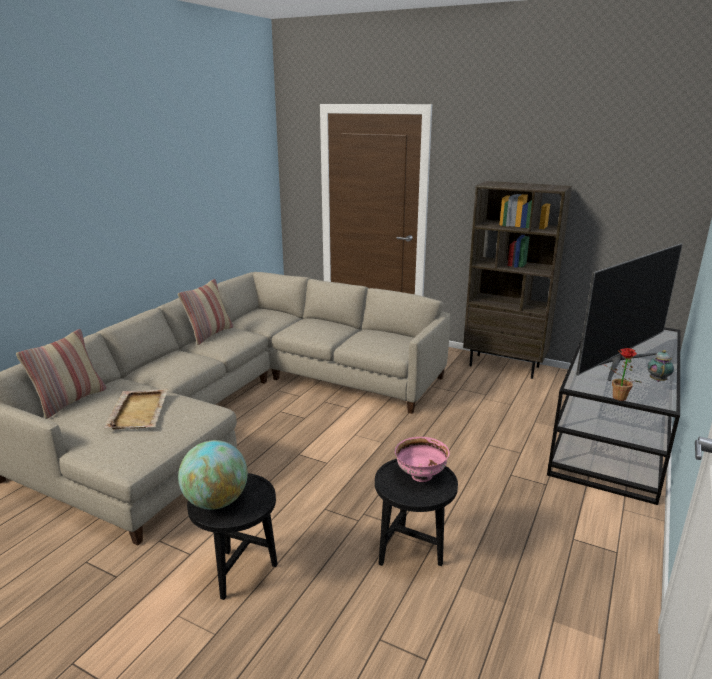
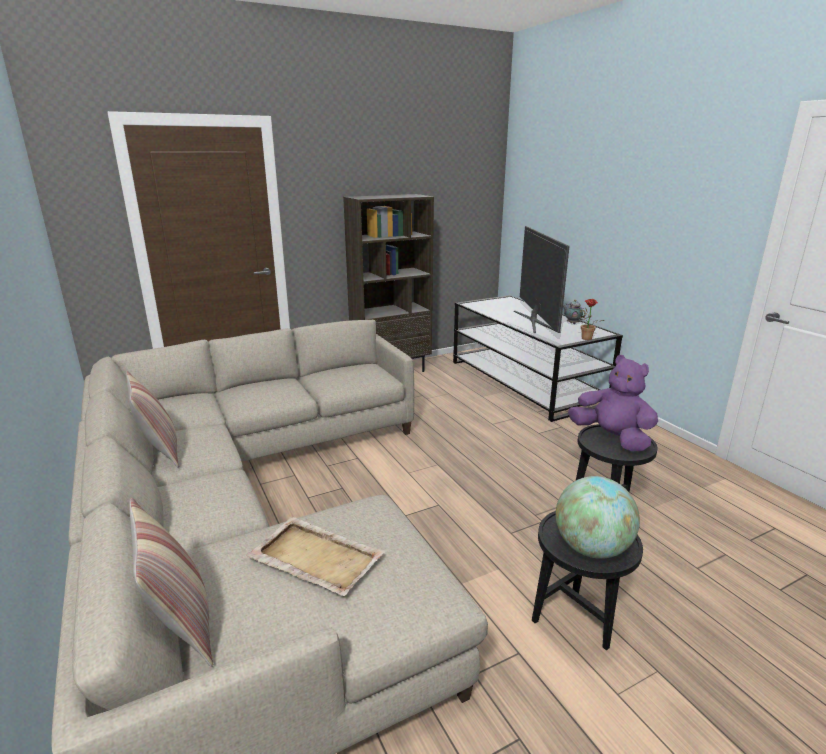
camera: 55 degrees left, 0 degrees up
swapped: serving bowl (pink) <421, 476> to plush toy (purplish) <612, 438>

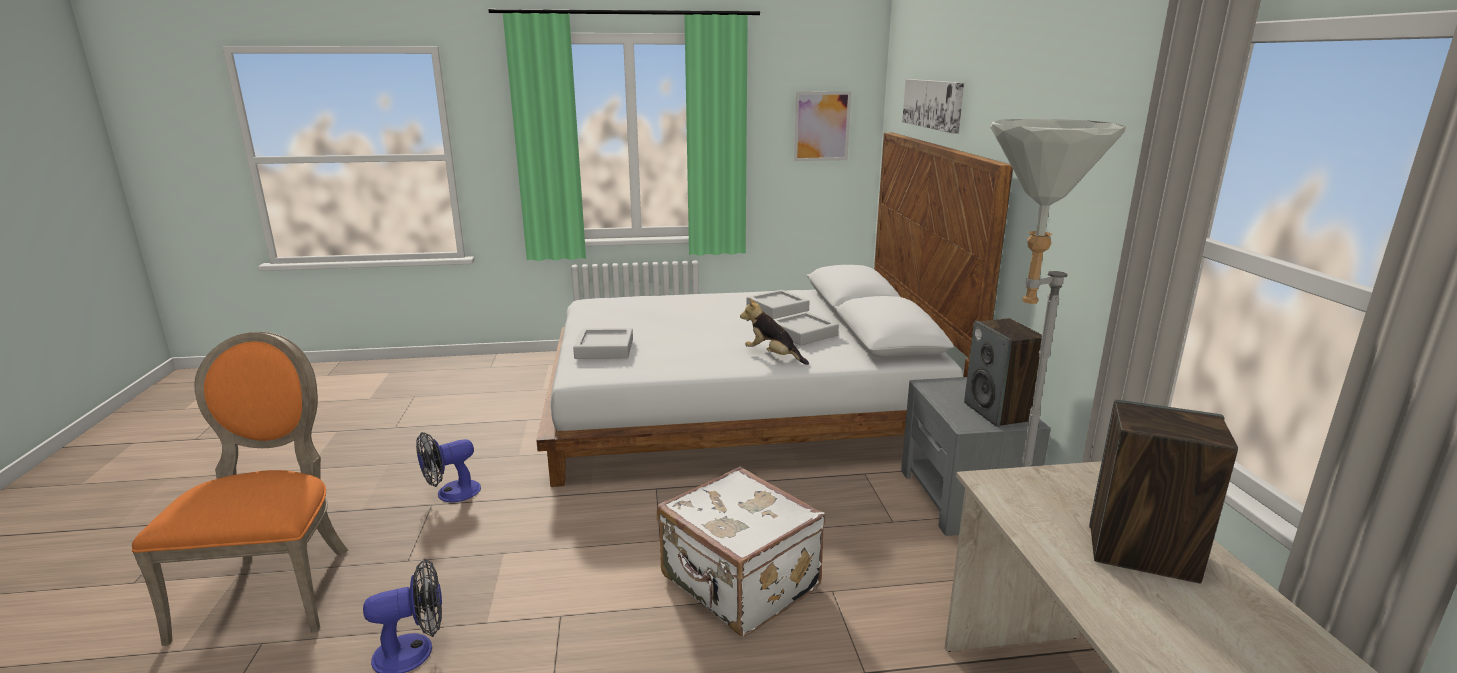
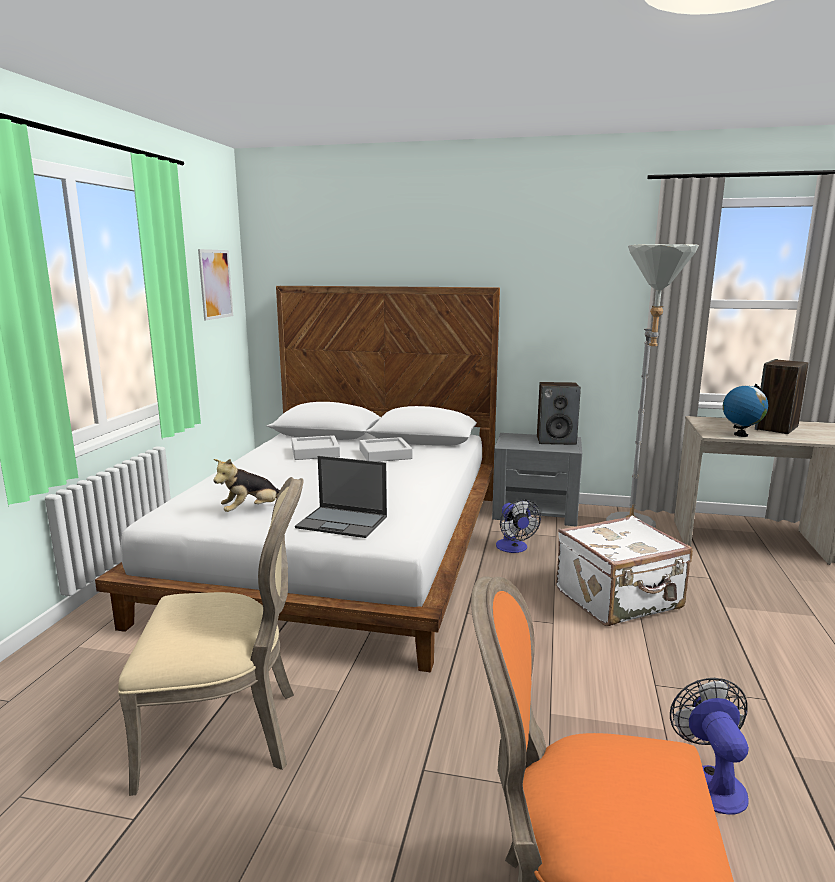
camera: 70 degrees left, 5 degrees down
gone: picture <933, 104>
new: chair (sand-coloured) <228, 732>; globe <740, 435>
shifted: cooling fan <451, 494> to <514, 548>; plush toy <772, 356> to <252, 511>
swapped: tray (grey) <604, 349> to laptop <343, 522>

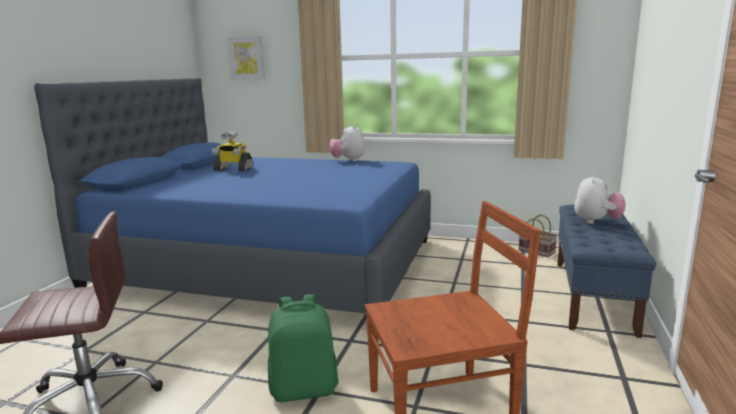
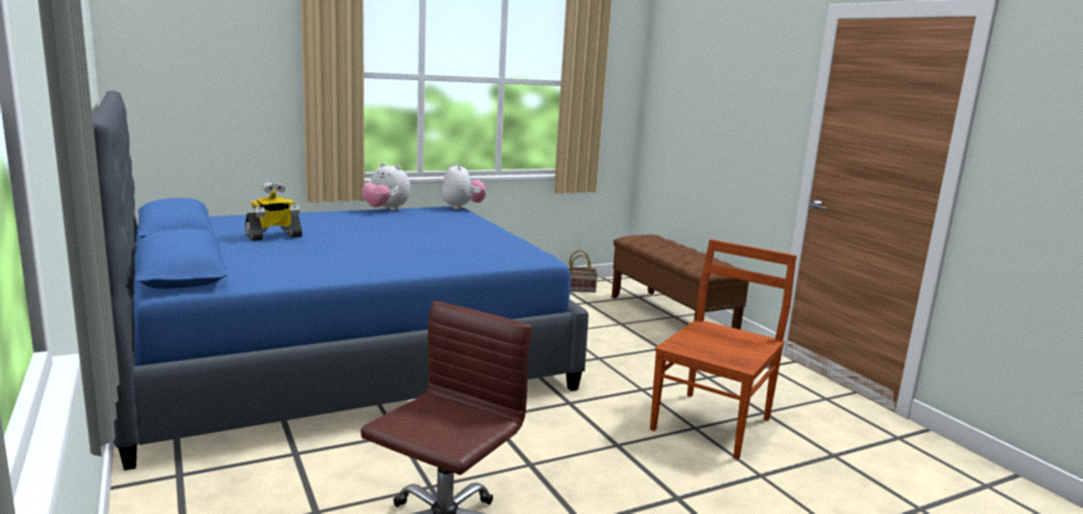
camera: 45 degrees left, 0 degrees up
gone: picture <247, 58>; backpack (greenish) <304, 389>
shifted: plush toy <596, 222> to <462, 207>
repainted: bench (bluish) <593, 295> to bench (brown) <671, 316>

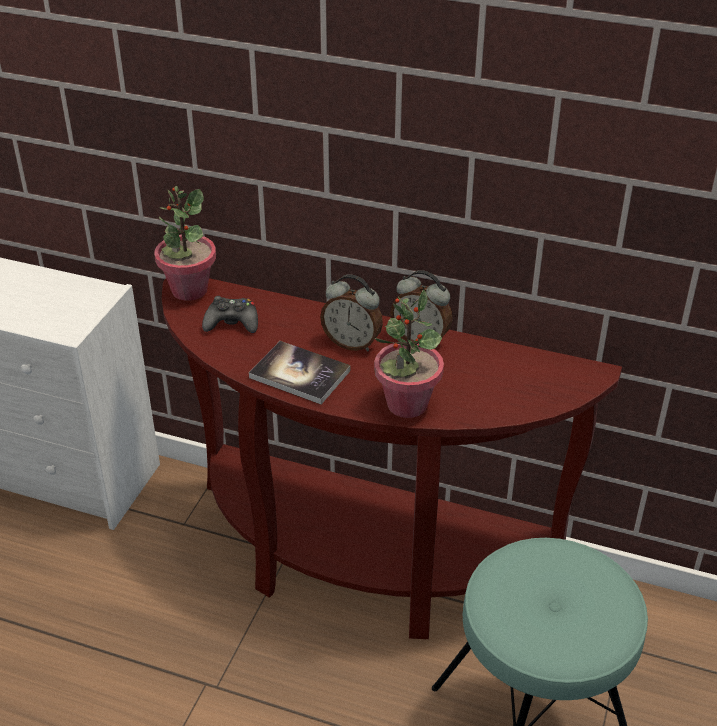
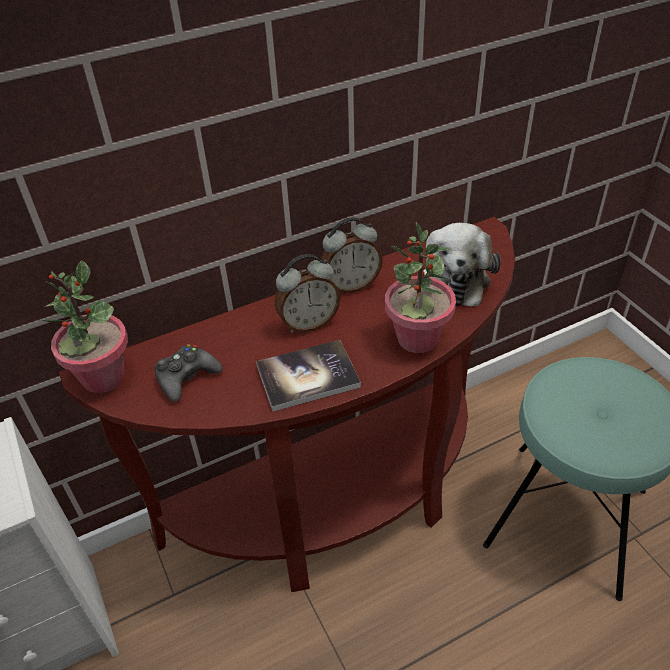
camera: 45 degrees left, 5 degrees up
new: plush toy <453, 278>

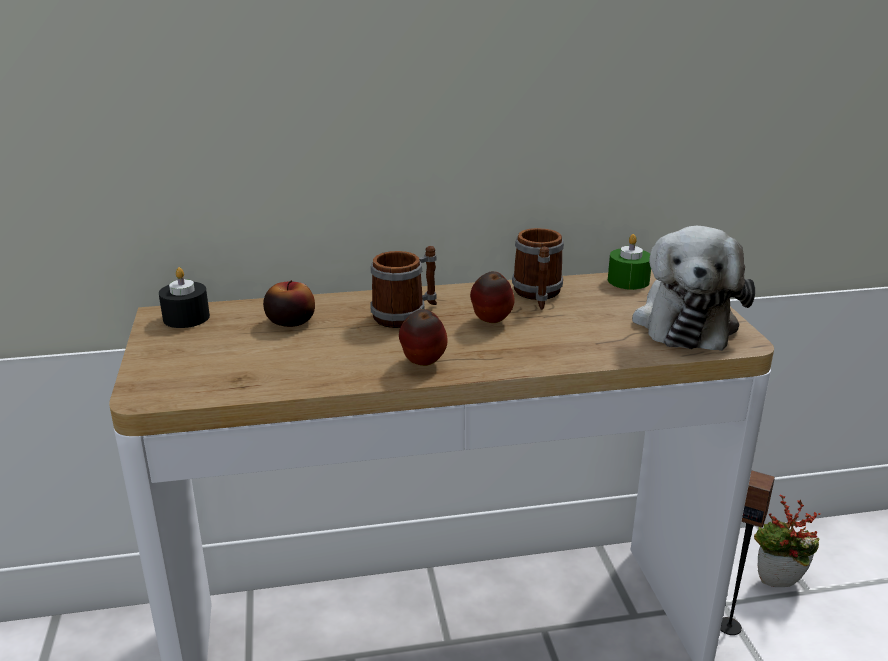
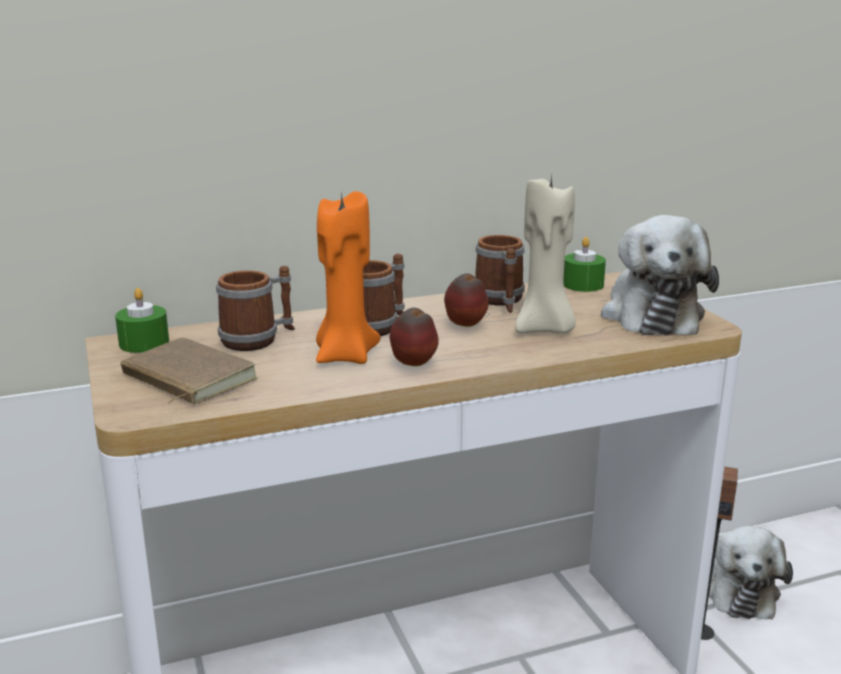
camera: 10 degrees left, 5 degrees down
new: bound book (brown) <185, 379>; wax candle (orange) <345, 356>; wax candle (sand-coloured) <545, 329>
swapped: whole apple <290, 321> to coffee mug <259, 339>; houseplant <777, 585> to plush toy <737, 589>
repainted: wax candle (black) <186, 317> to wax candle (greenish) <144, 343>

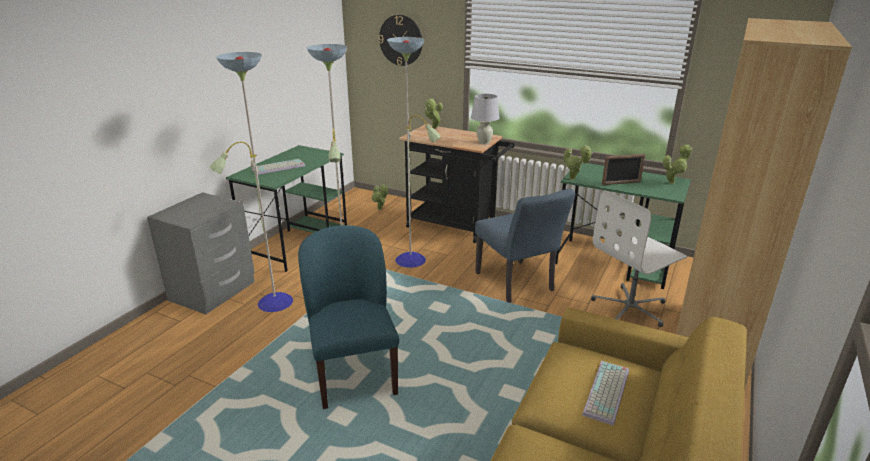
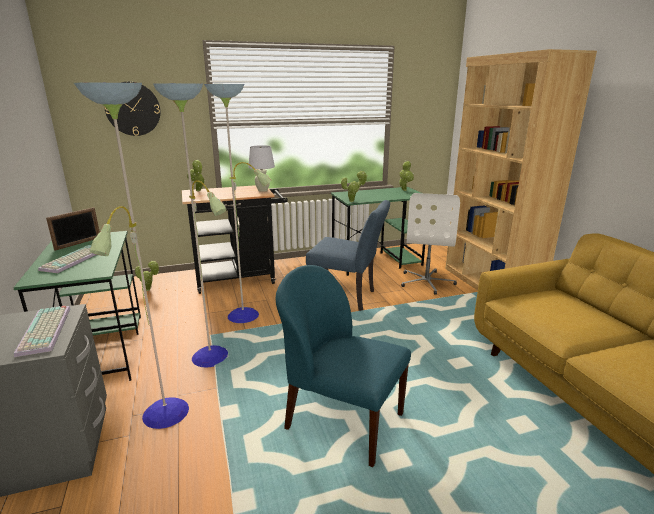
camera: 45 degrees left, 5 degrees down
shifted: PC keyboard <608, 393> to <46, 331>; photo frame <621, 183> to <78, 243>

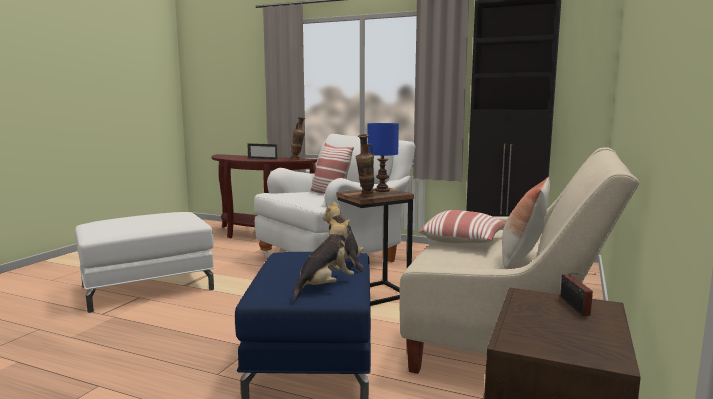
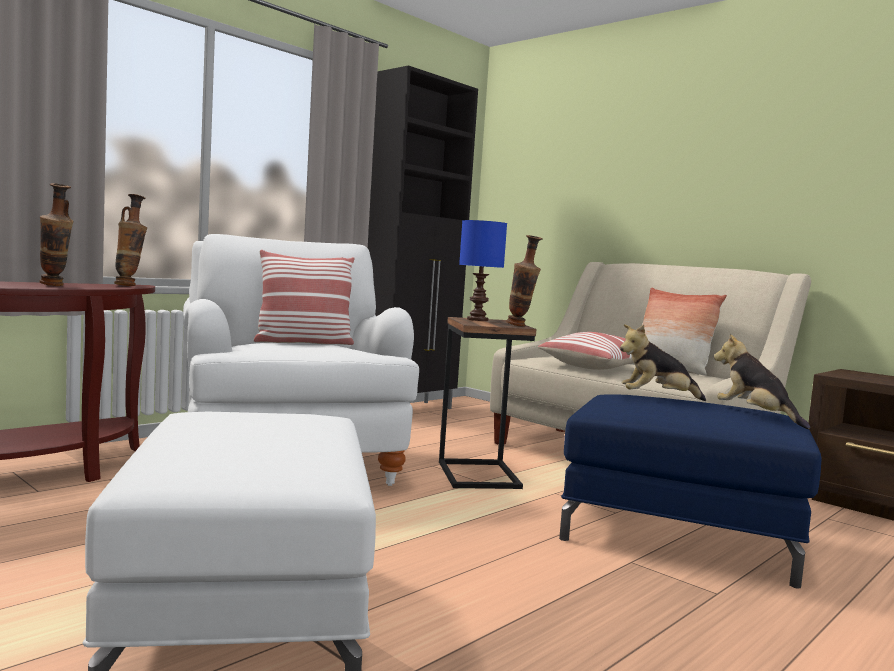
camera: 70 degrees left, 5 degrees down
gone: radio set <575, 307>
swapped: photo frame <262, 159> to flower vase <54, 285>

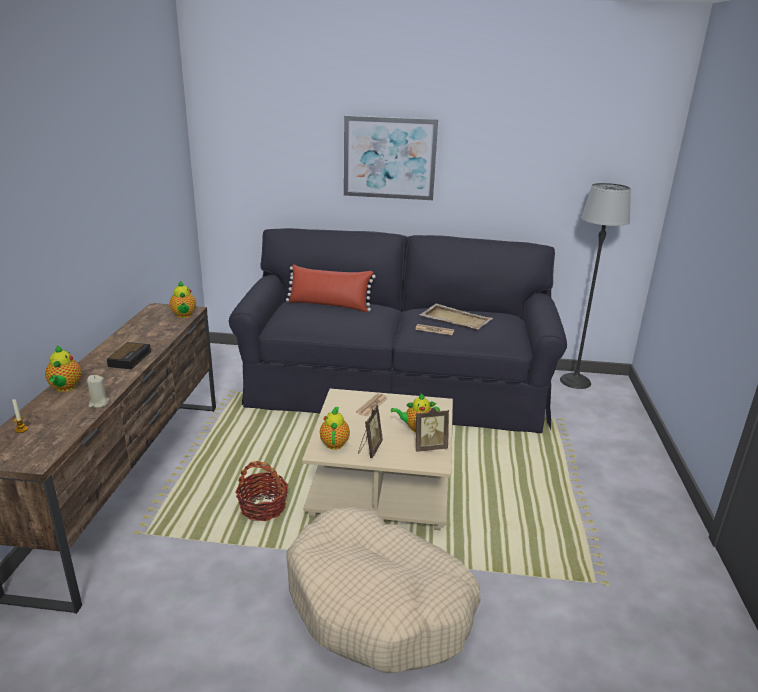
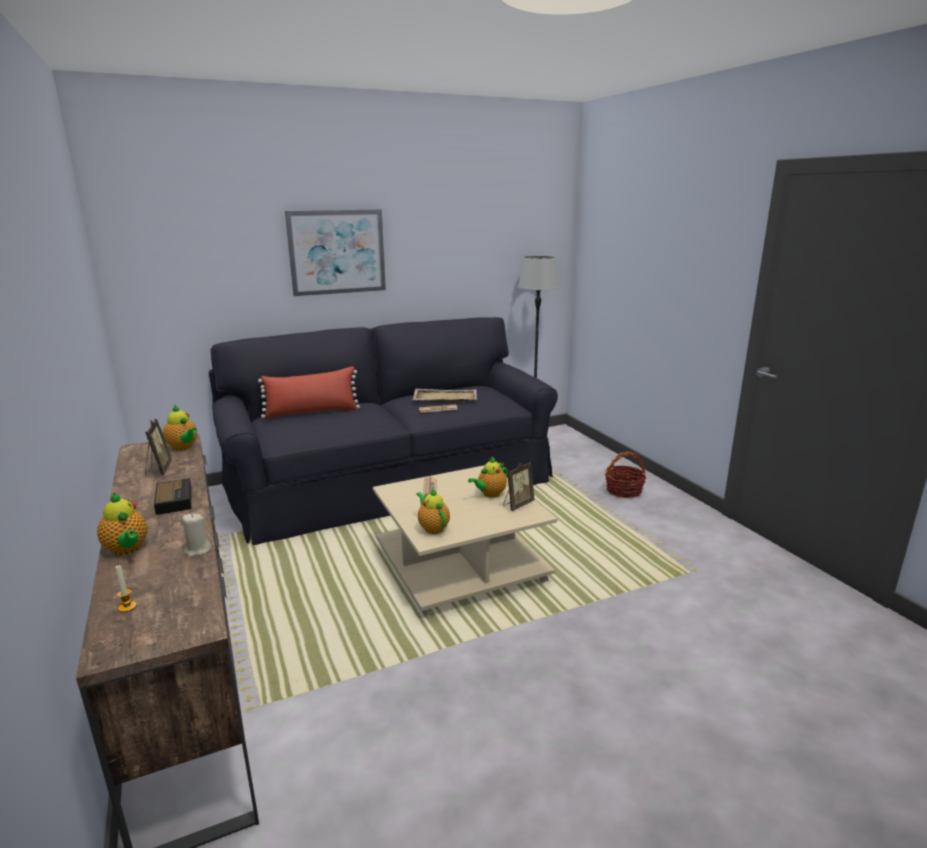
camera: 30 degrees left, 5 degrees down
gone: dog cushion (sand-coloured) <378, 604>
shifted: basket <263, 507> to <624, 491>; photo frame <369, 449> to <158, 470>

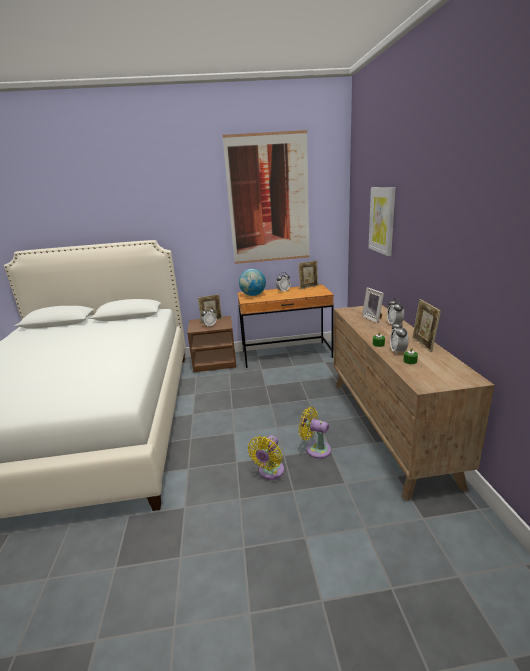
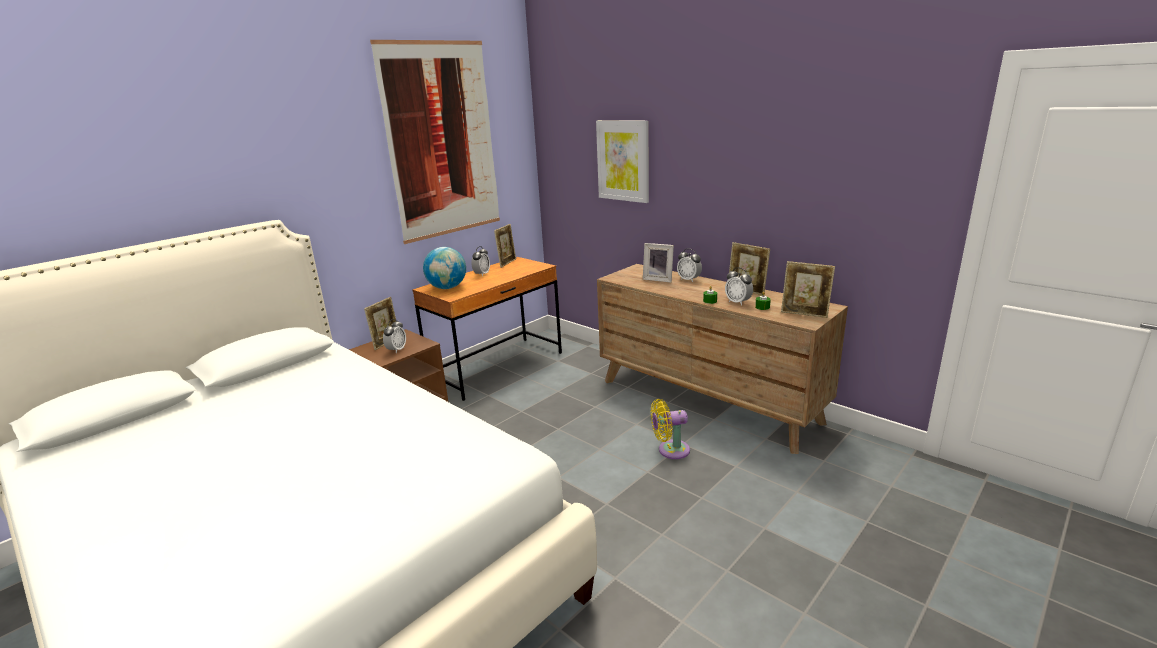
camera: 40 degrees left, 0 degrees up
gone: cooling fan (yellow-coloured) <270, 472>
new: photo frame <804, 314>

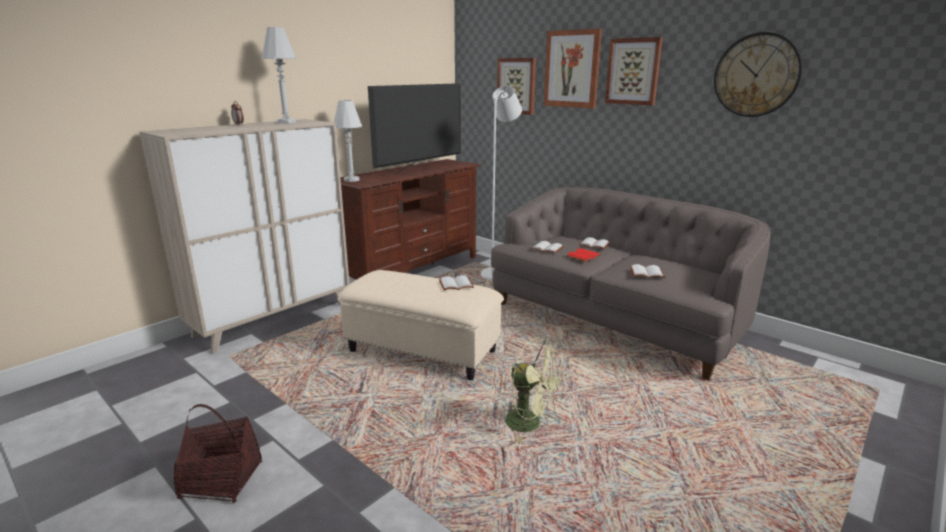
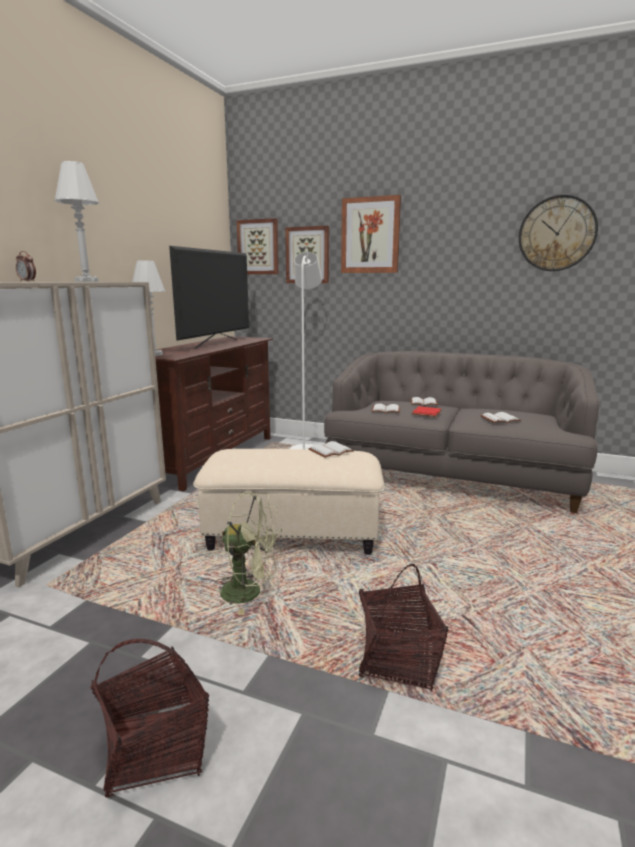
camera: 20 degrees left, 5 degrees down
new: basket <398, 660>
shifted: cooling fan (greenish) <531, 424> to <250, 592>; picture <633, 71> to <258, 247>

